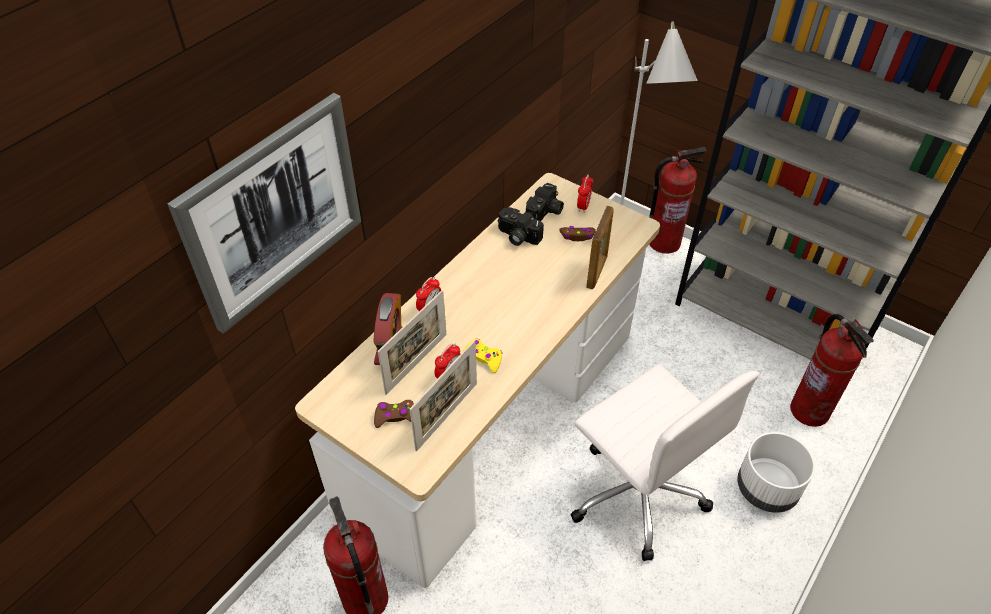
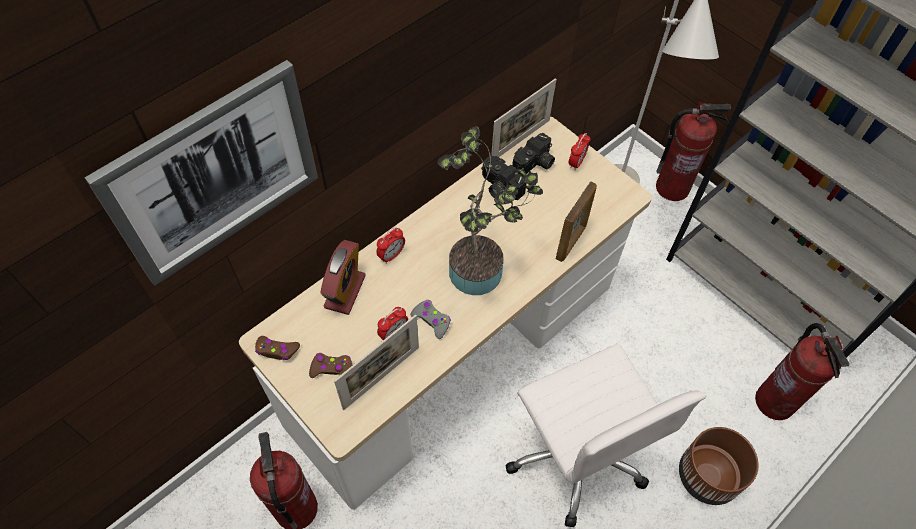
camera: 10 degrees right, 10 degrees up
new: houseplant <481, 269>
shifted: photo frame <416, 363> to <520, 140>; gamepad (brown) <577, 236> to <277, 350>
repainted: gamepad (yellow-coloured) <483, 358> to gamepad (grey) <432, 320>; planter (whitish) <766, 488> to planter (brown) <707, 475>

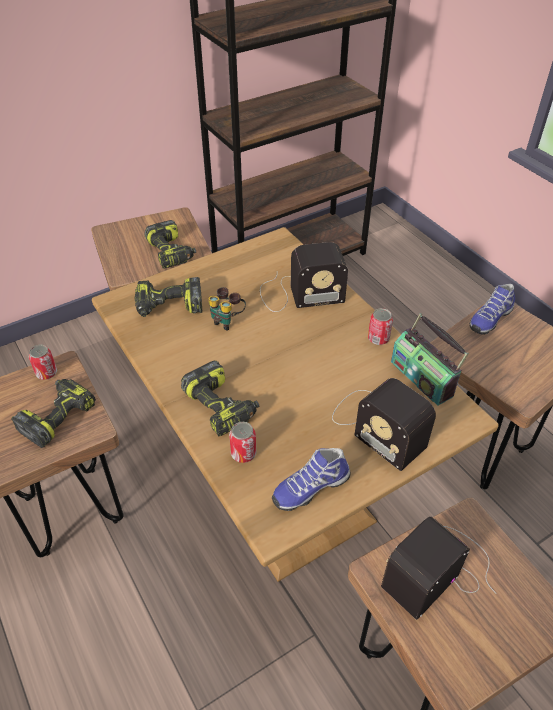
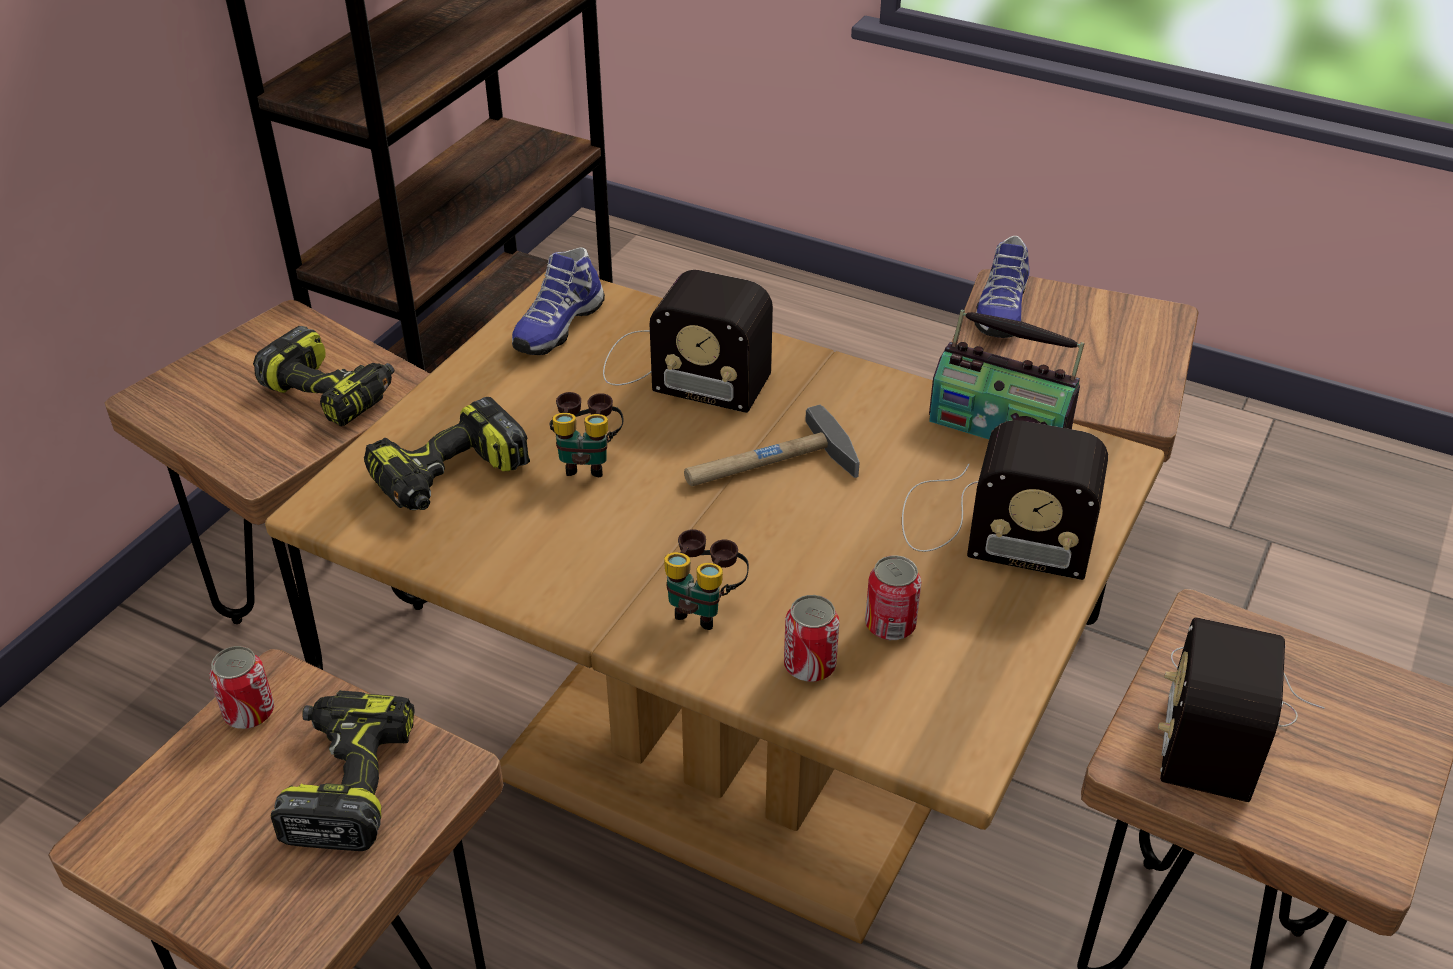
camera: 30 degrees left, 5 degrees down
new: hand hammer <768, 466>
shifted: item of footwear <310, 487> to <557, 326>; sealed can <378, 338> to <890, 625>
swapped: power drill <222, 406> to field glasses <704, 607>
rotated: radio set <298, 294> = <679, 369> 60 degrees clockwise

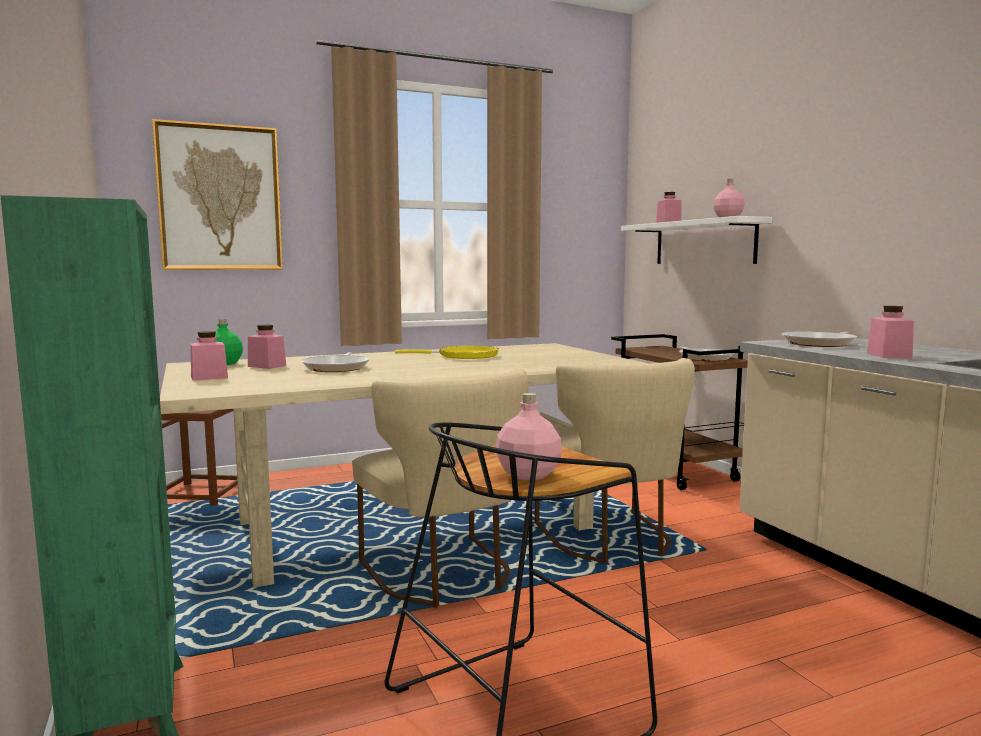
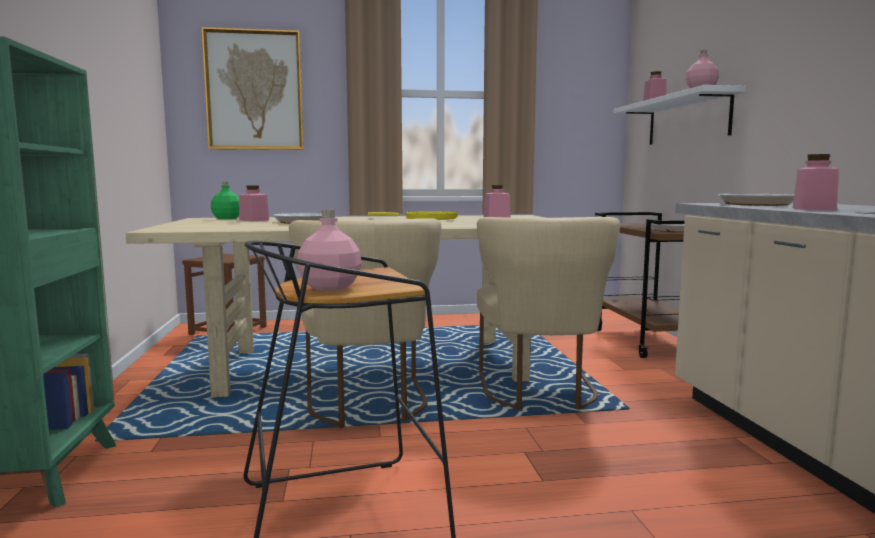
camera: 15 degrees right, 0 degrees up
shifted: preserve jar (pink) <209, 377> to <496, 217>

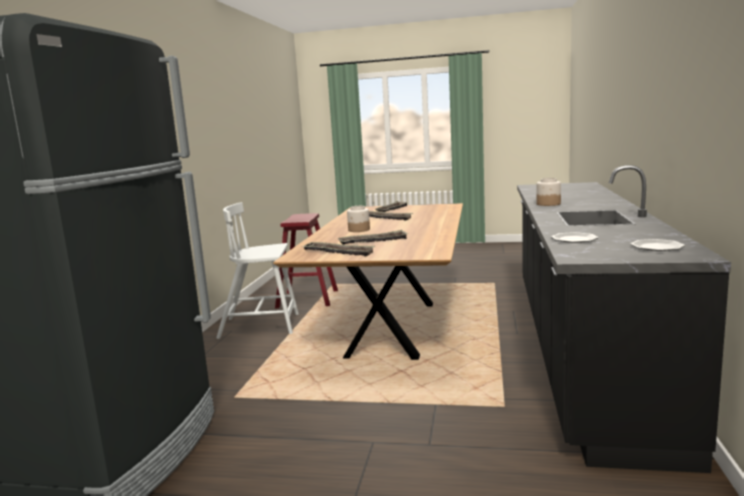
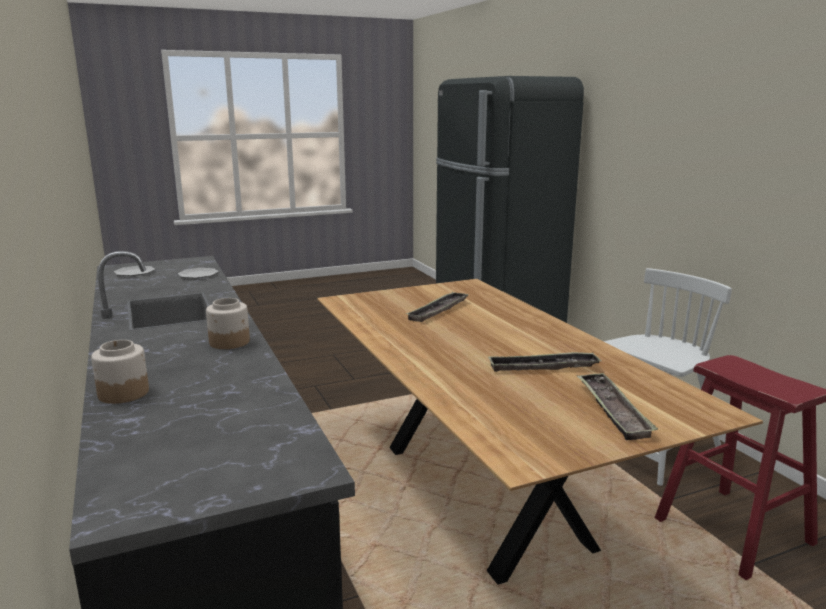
camera: 145 degrees right, 5 degrees up
gone: tray <338, 252>
shifted: preserve jar <359, 230> to <123, 393>

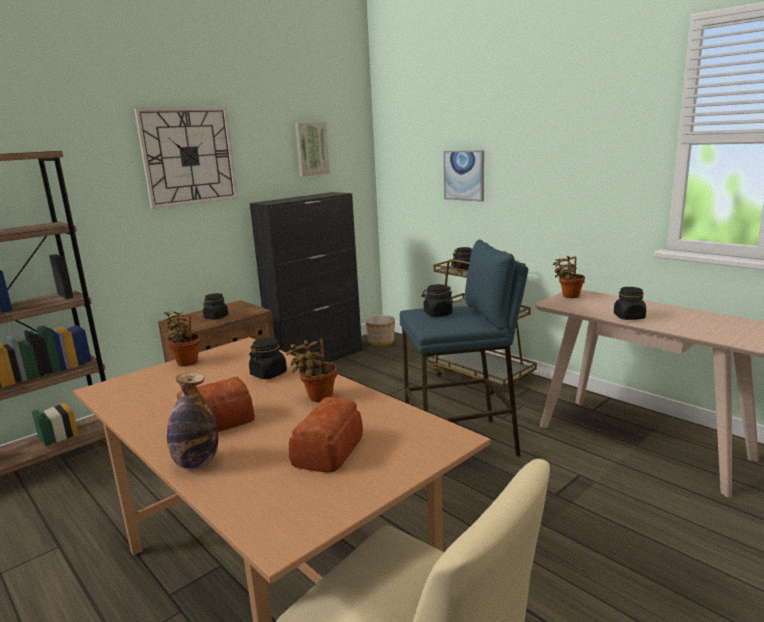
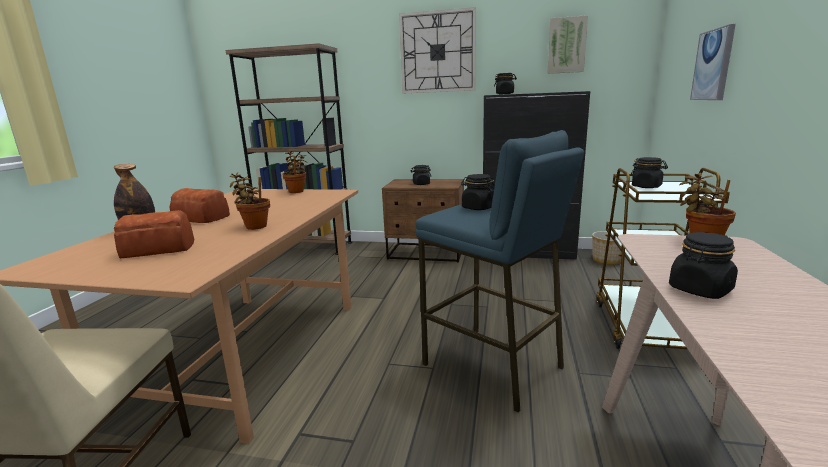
camera: 55 degrees right, 0 degrees up
shifted: preserve jar (black) <269, 374> to <504, 94>

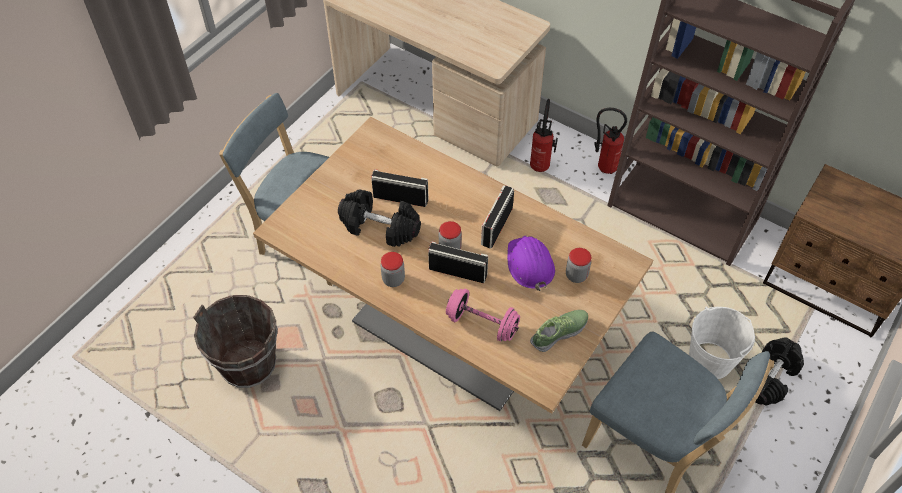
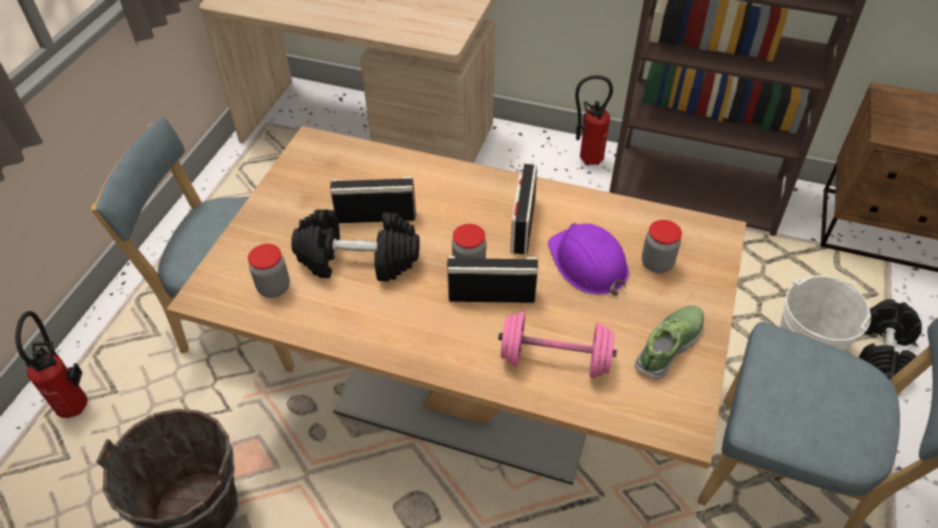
camera: 15 degrees left, 5 degrees down
shifted: preserve jar <393, 279> to <274, 287>; fire extinguisher <541, 165> to <77, 403>

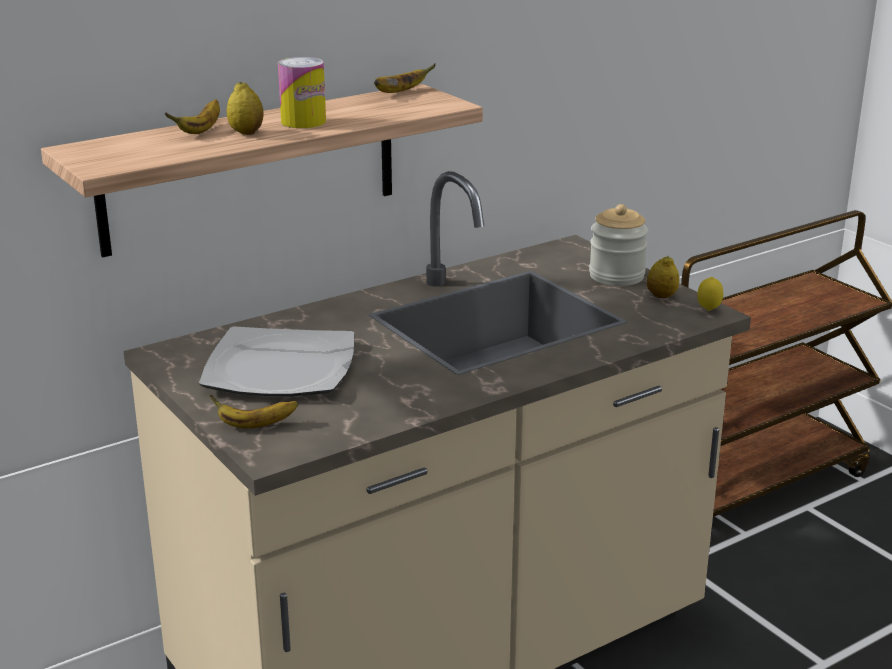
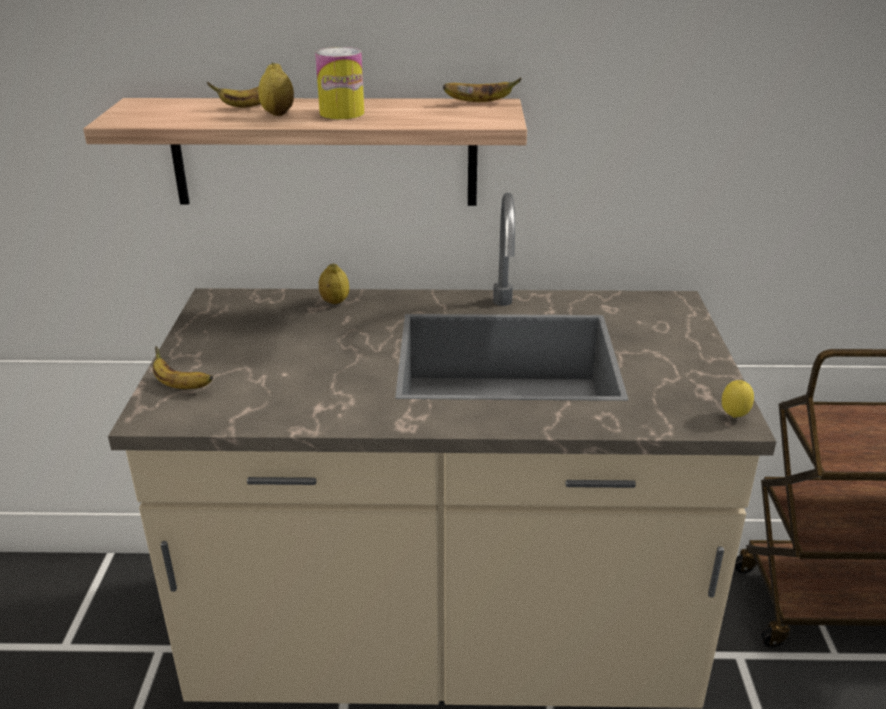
camera: 35 degrees right, 5 degrees up
gone: dinner plate <278, 369>; preserve jar <616, 276>
shifted: lemon <661, 296> to <335, 302>

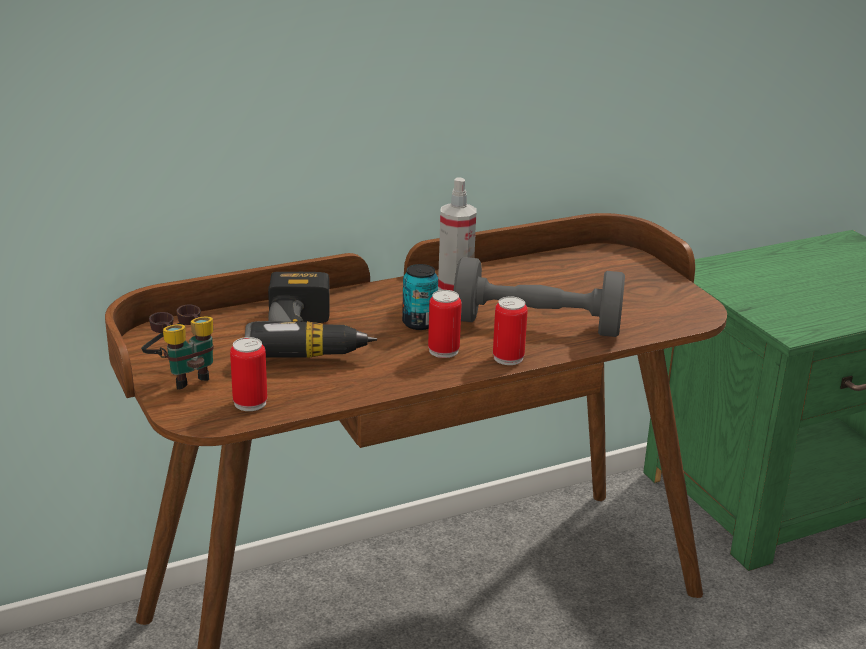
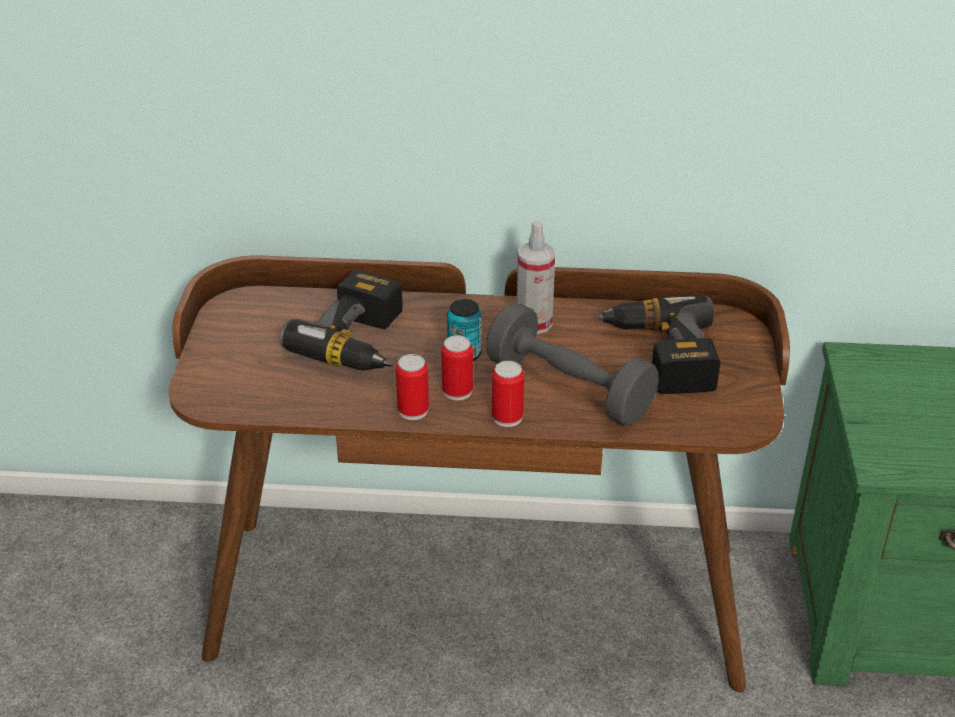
camera: 30 degrees right, 10 degrees up
gone: field glasses <183, 375>
new: power drill <659, 356>
shifted: sealed can <250, 403> to <413, 410>

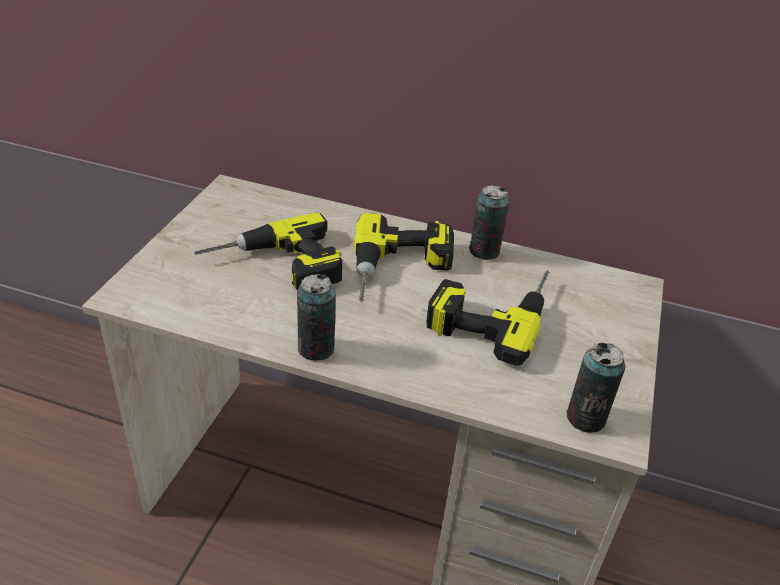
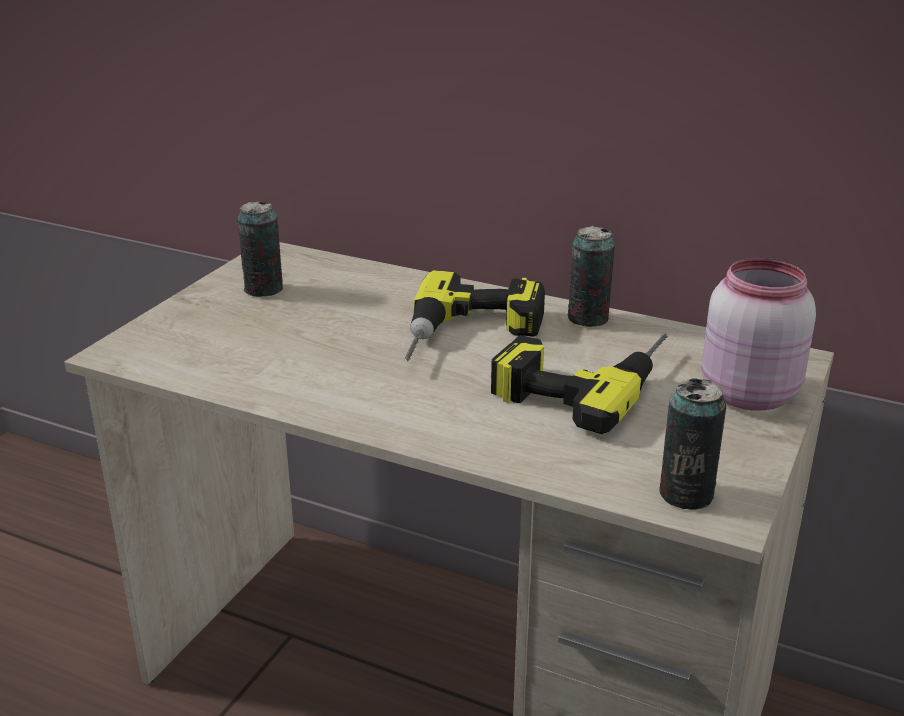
camera: 10 degrees right, 10 degrees down
gone: power drill <274, 267>
new: preserve jar (pink) <746, 393>
shifted: sealed can <316, 349> to <263, 289>

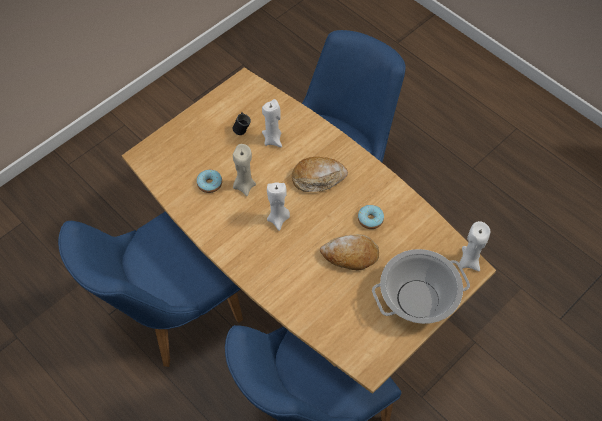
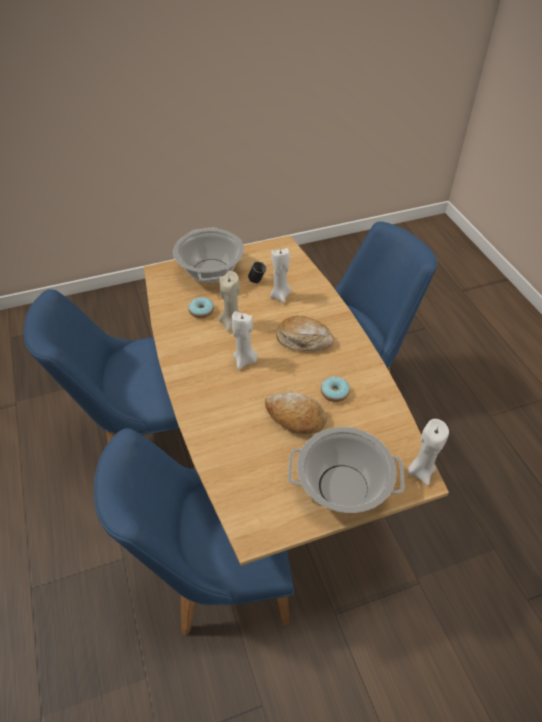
camera: 25 degrees right, 10 degrees down
new: stockpot <211, 271>

